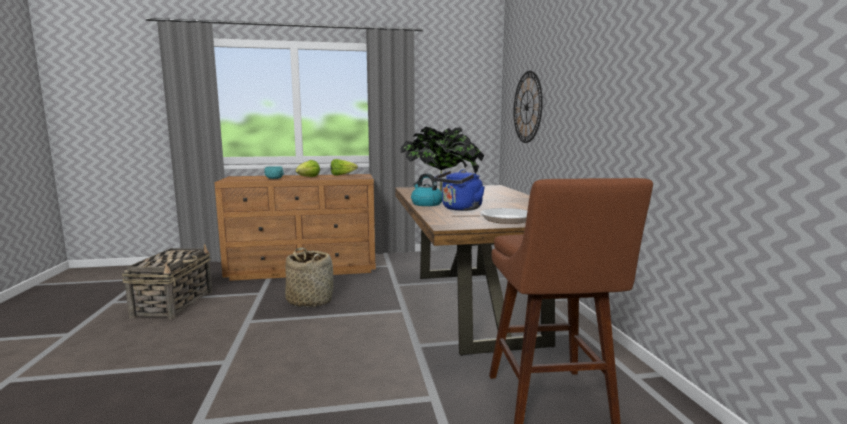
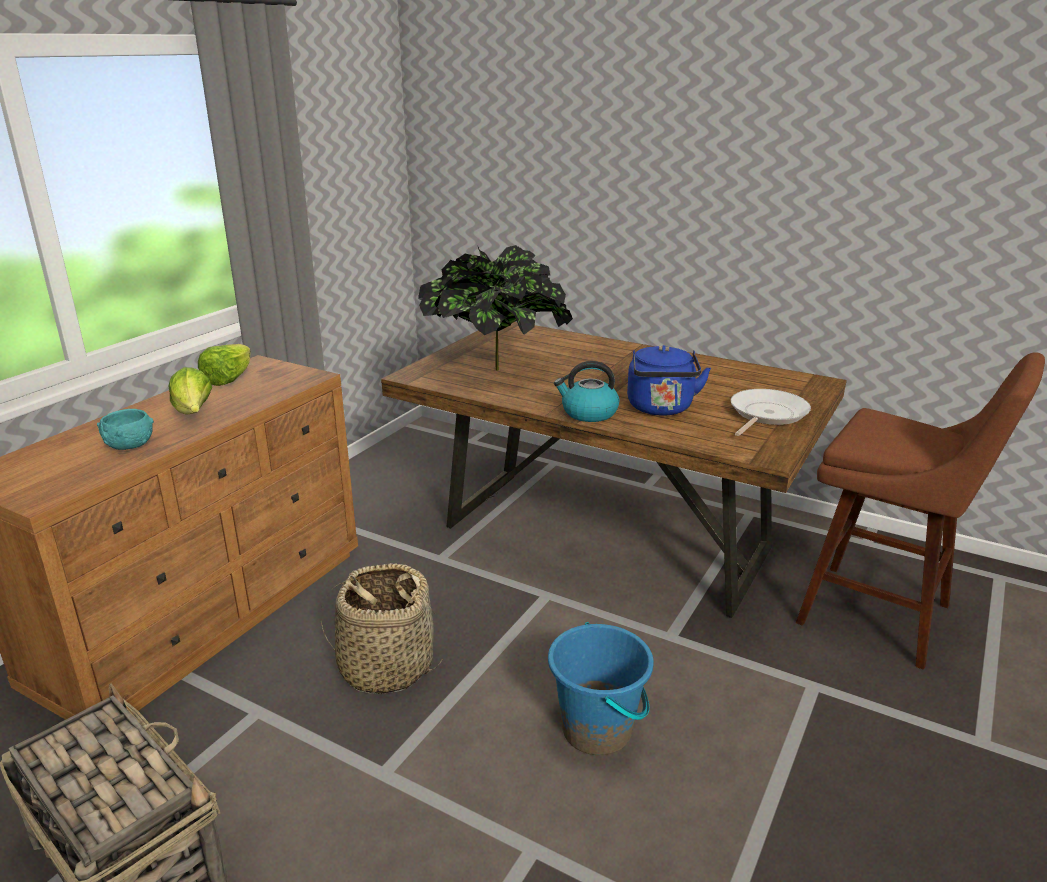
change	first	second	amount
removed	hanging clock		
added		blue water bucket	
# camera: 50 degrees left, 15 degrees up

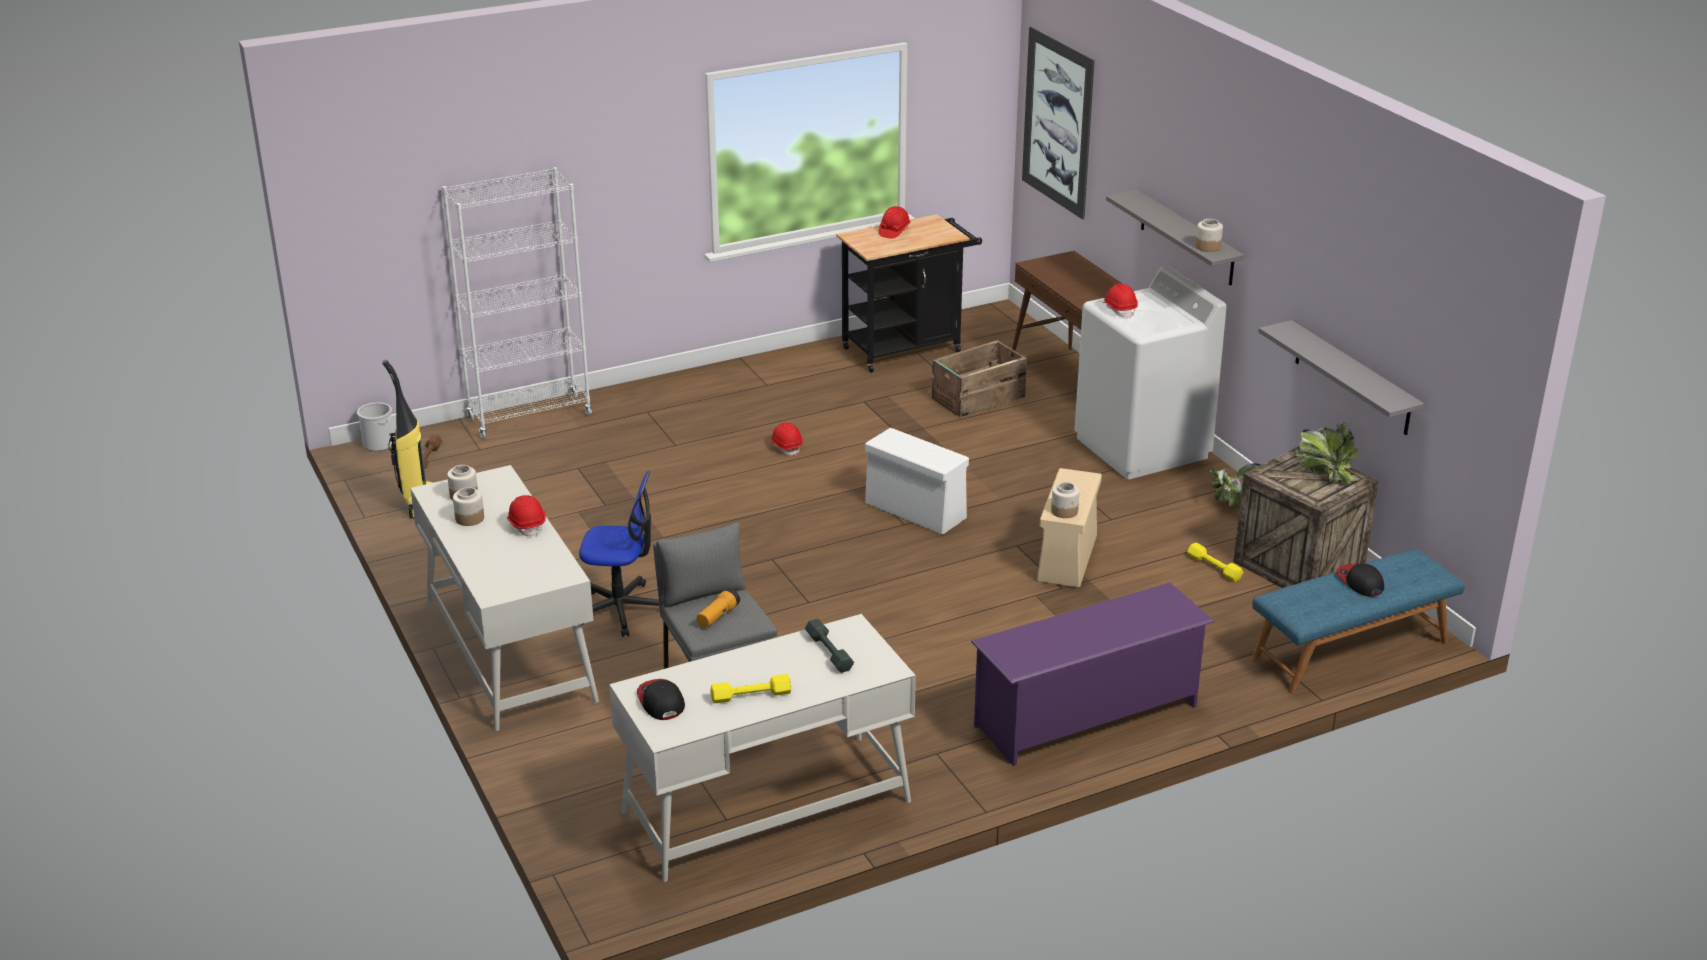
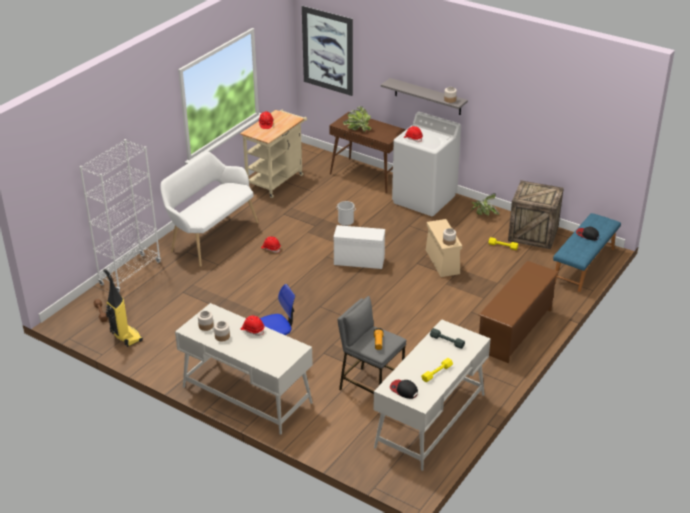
change	first	second	amount
recoloured	blackish trolley	sand-coloured trolley	
removed	greyish wall shelf (2nd from left)		
removed	packing crate (1st from left)		
moved	water bucket		
moved	plant in a pot (2nd from left in the first image)	plant in a pot (1st from left)	
recoloured	purple-coloured shoe shelf	brownish shoe shelf	
added		white long seat	
# camera: 30 degrees left, 5 degrees up

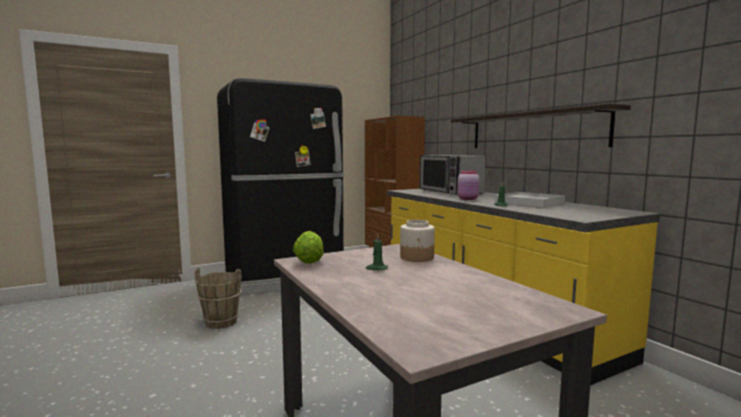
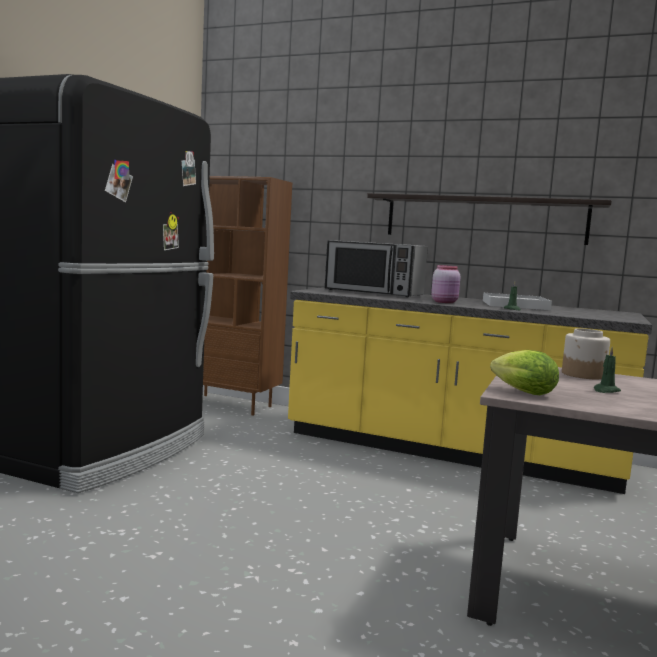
change	first	second	amount
removed	brownish water bucket		
# camera: 40 degrees left, 0 degrees up

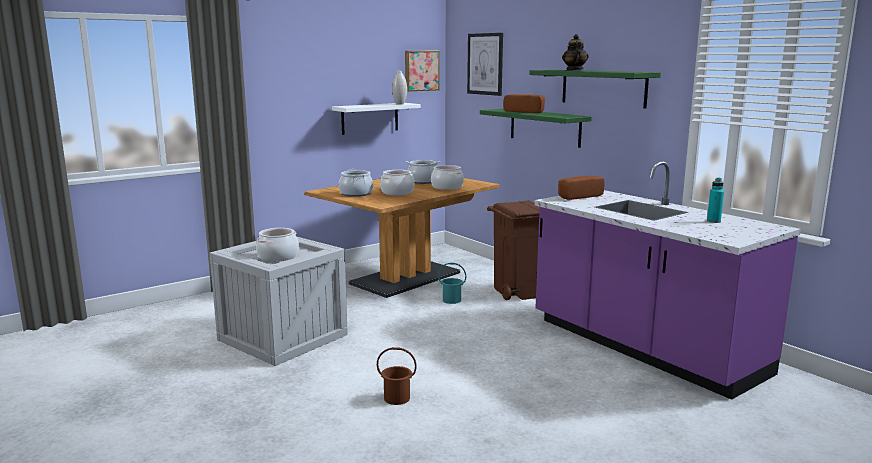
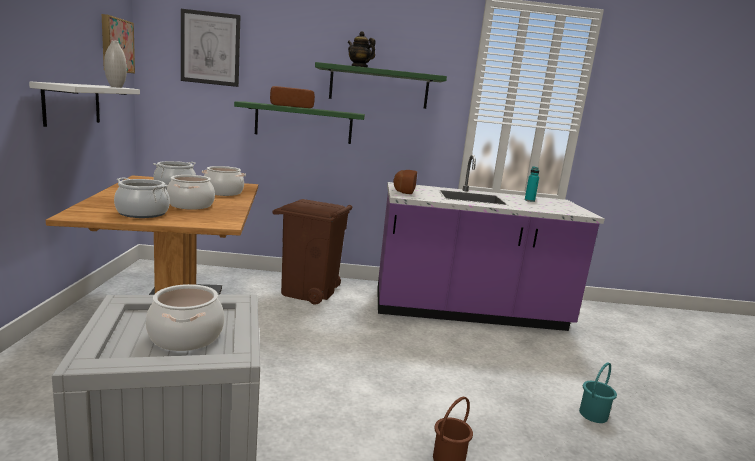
change	first	second	amount
moved	turquoise water bucket		
# camera: 55 degrees left, 0 degrees up

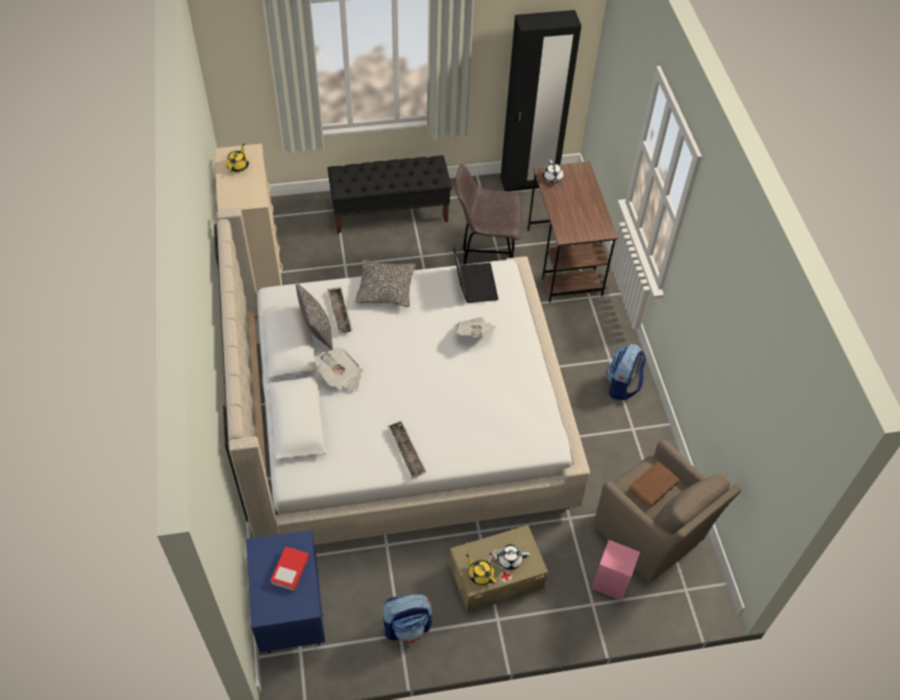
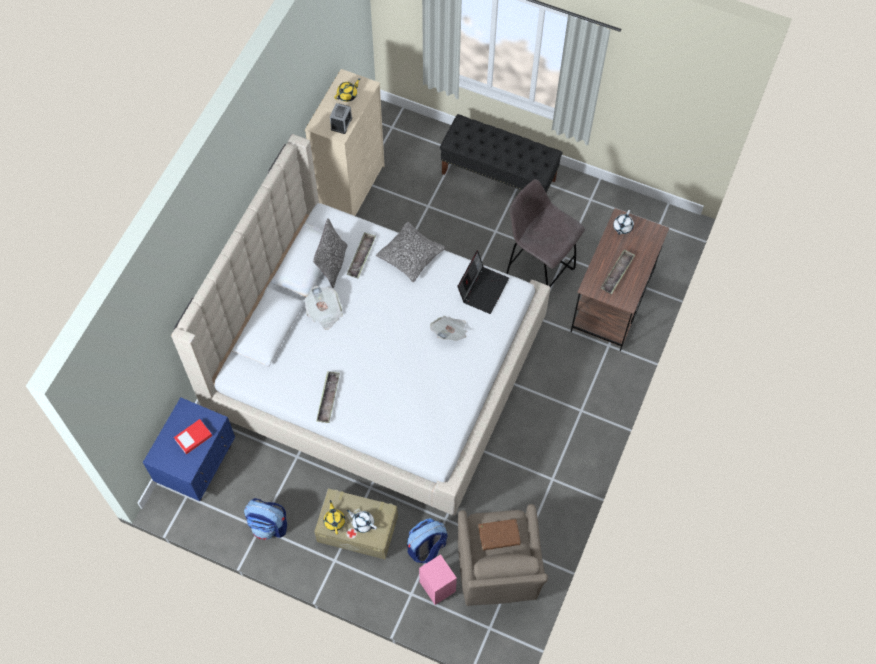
change	first	second	amount
removed	blackish armoire		
moved	rucksack (2nd from left)		
added		bedside clock	
added		tray (3rd from left)	
# camera: 35 degrees right, 10 degrees up

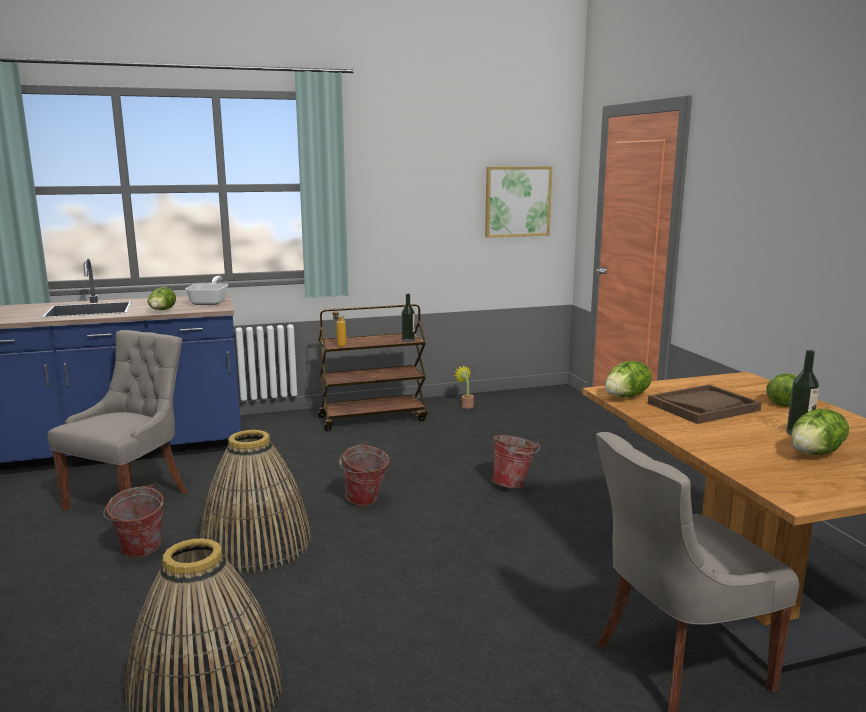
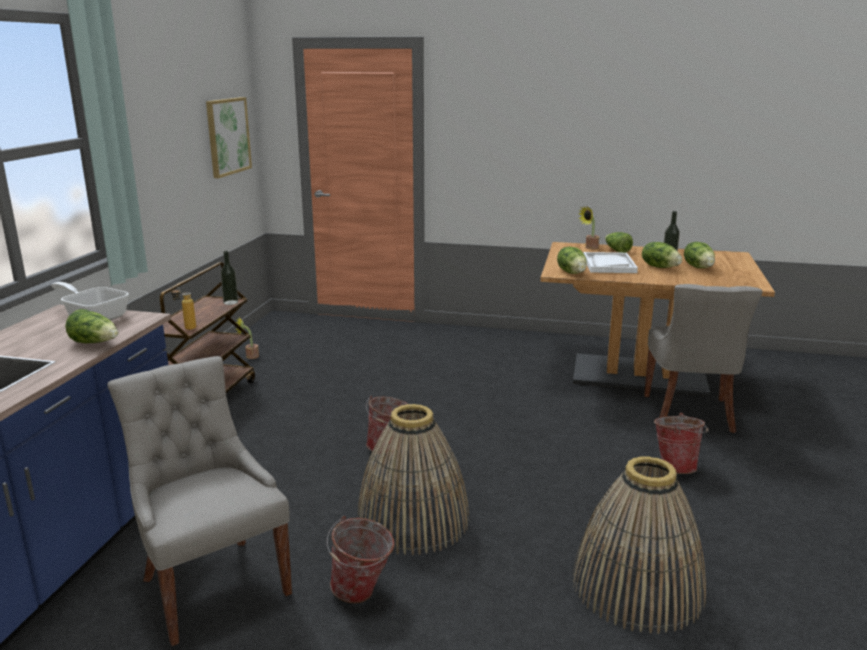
change	first	second	amount
recoloured	brownish tray	white tray	
moved	water bucket (3rd from left)		
added		plant in a pot (2nd from left)	
added		lettuce head (4th from left)	
# camera: 60 degrees left, 5 degrees up

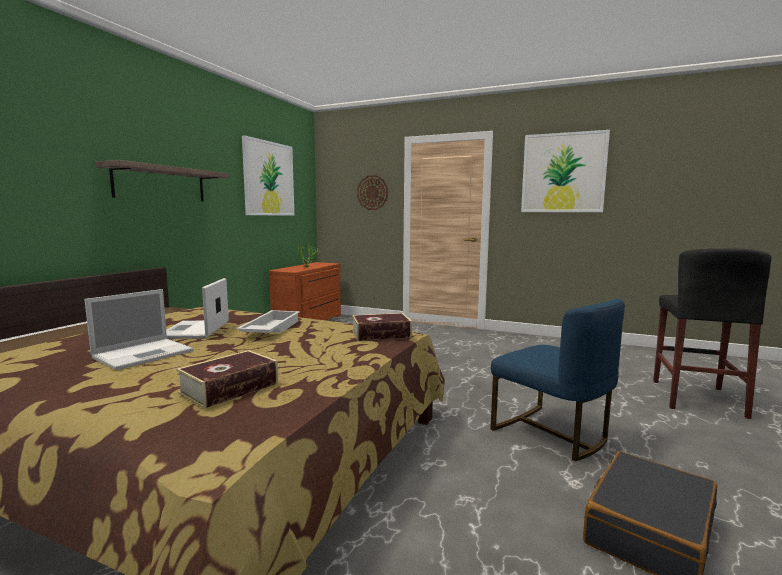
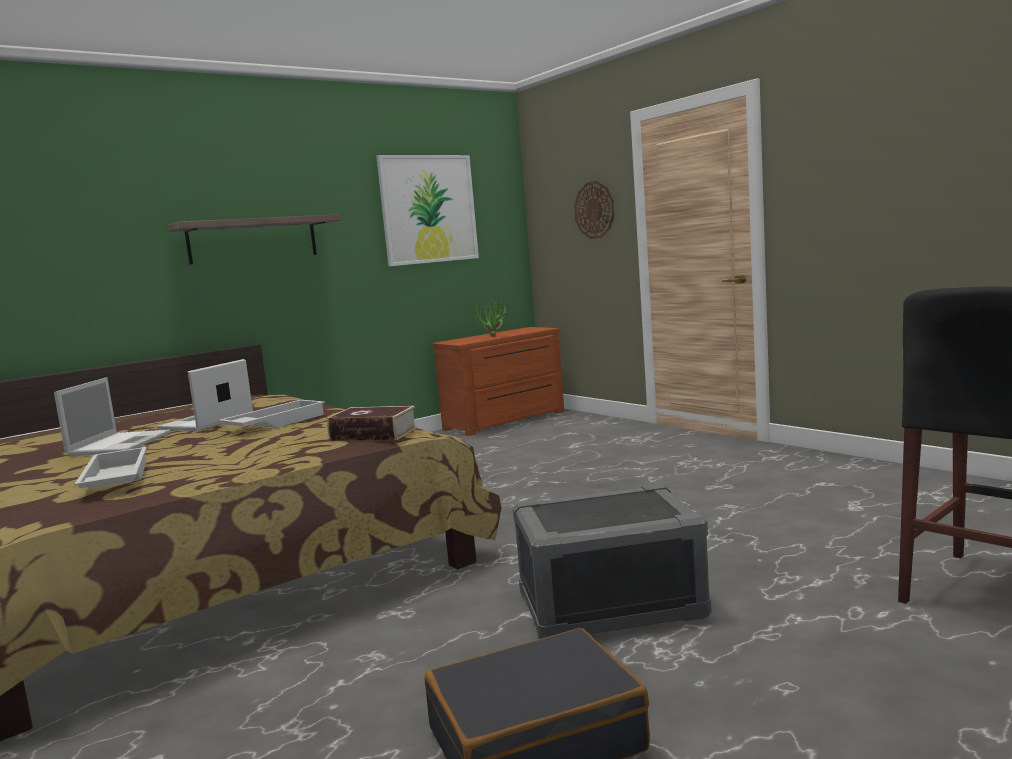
change	first	second	amount
removed	wall art (2nd from left)		
turned	laptop (1st from left)		60 degrees counterclockwise
replaced	blue chair	greyish storage bin	
replaced	bound book (1st from left)	white tray (1st from left)	
# camera: 30 degrees right, 0 degrees up

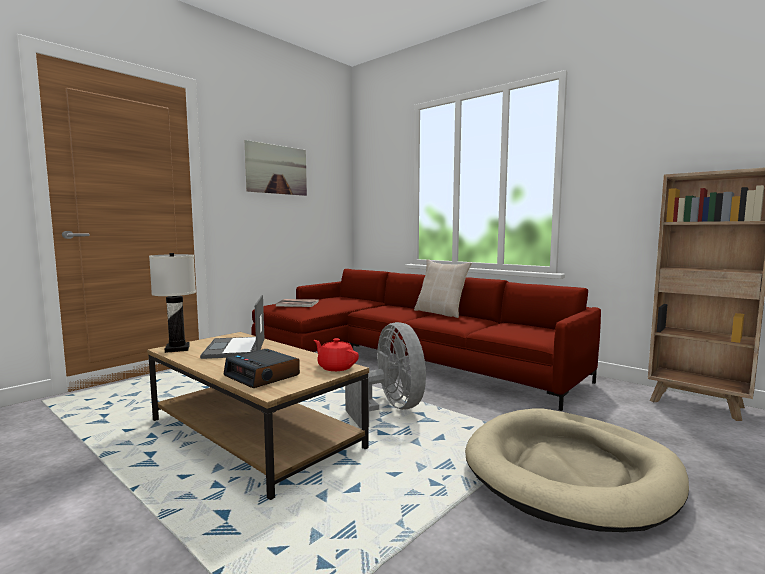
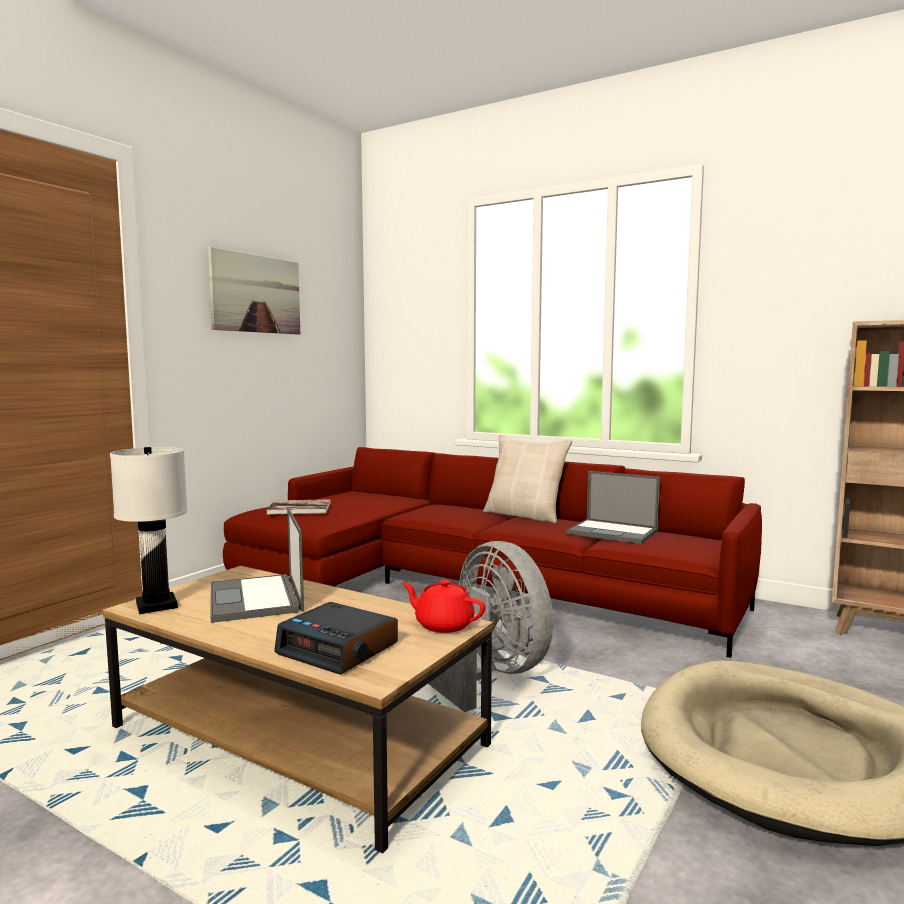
change	first	second	amount
added		laptop (2nd from left)	
# camera: 10 degrees left, 0 degrees up

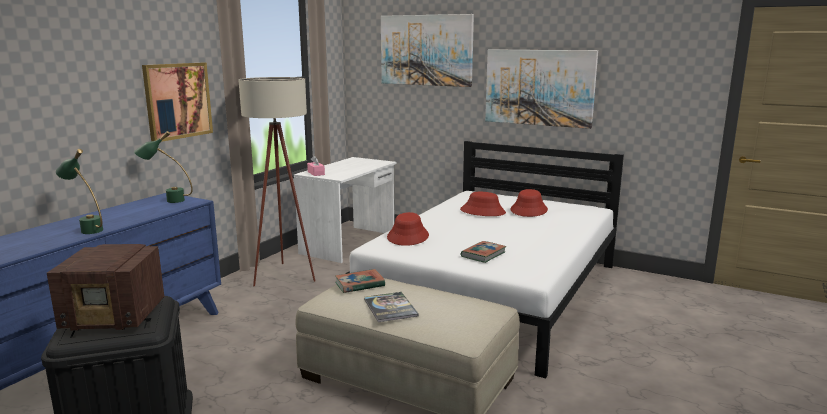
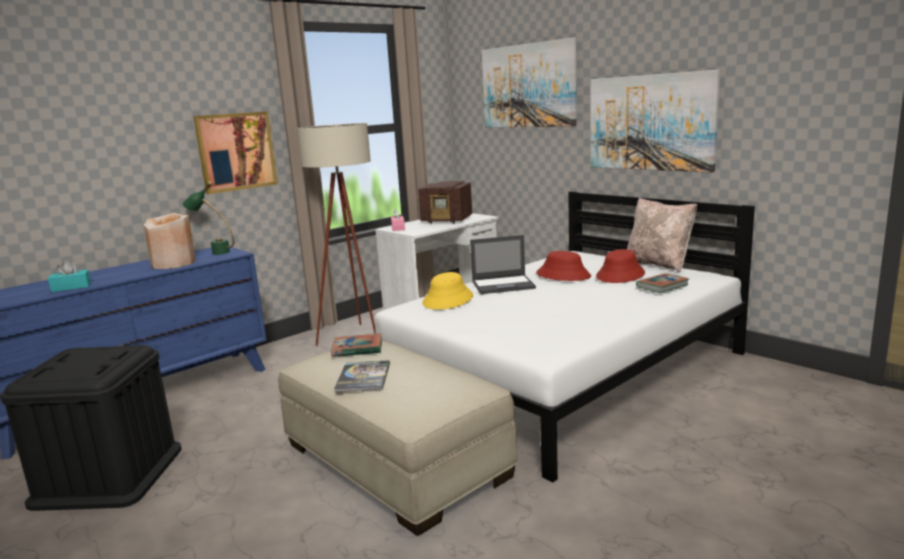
change	first	second	amount
removed	green table lamp (1st from left)		
recoloured	red hat (1st from left)	yellow hat	
moved	bound book (3rd from left)		
moved	radio set		
added		sand-coloured cushion	
added		sand-coloured vase	
added		laptop	
added		turquoise tissue box	
# camera: 20 degrees right, 0 degrees up

